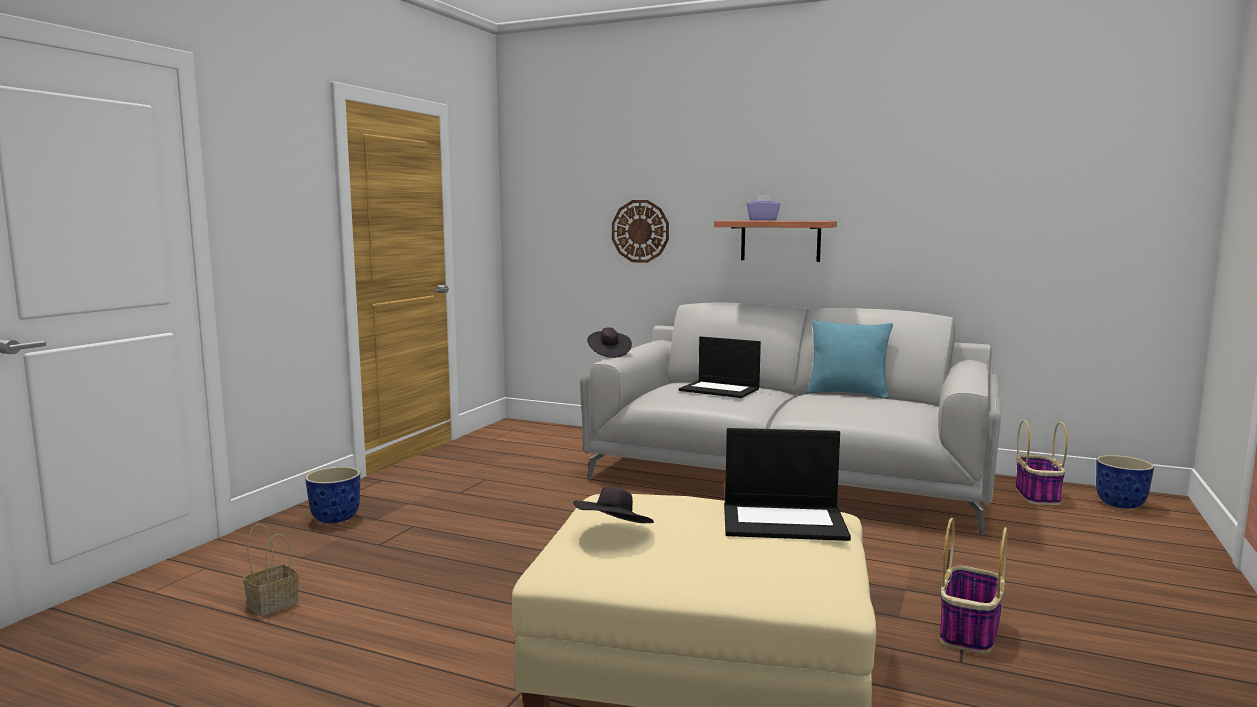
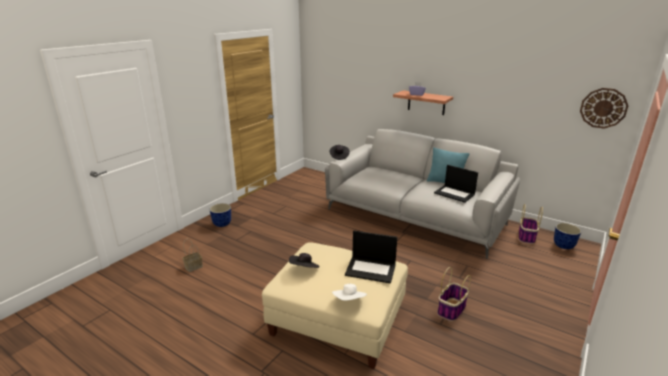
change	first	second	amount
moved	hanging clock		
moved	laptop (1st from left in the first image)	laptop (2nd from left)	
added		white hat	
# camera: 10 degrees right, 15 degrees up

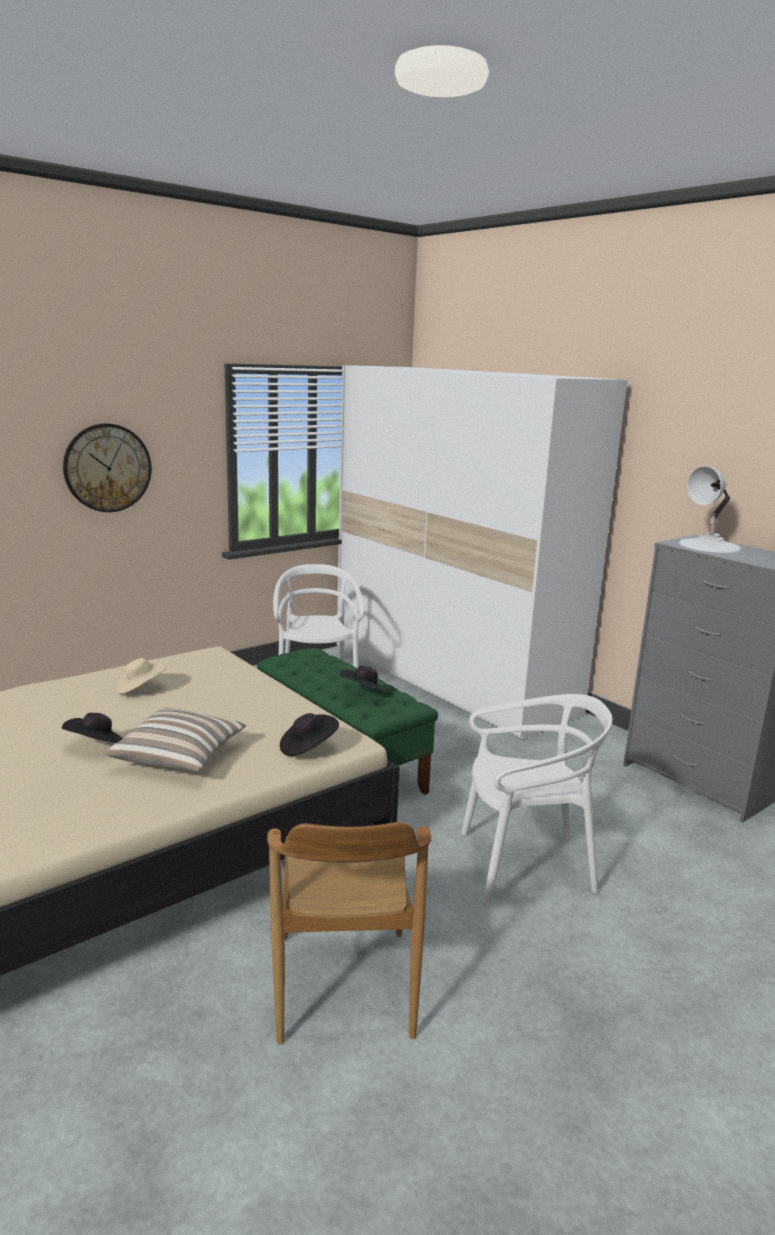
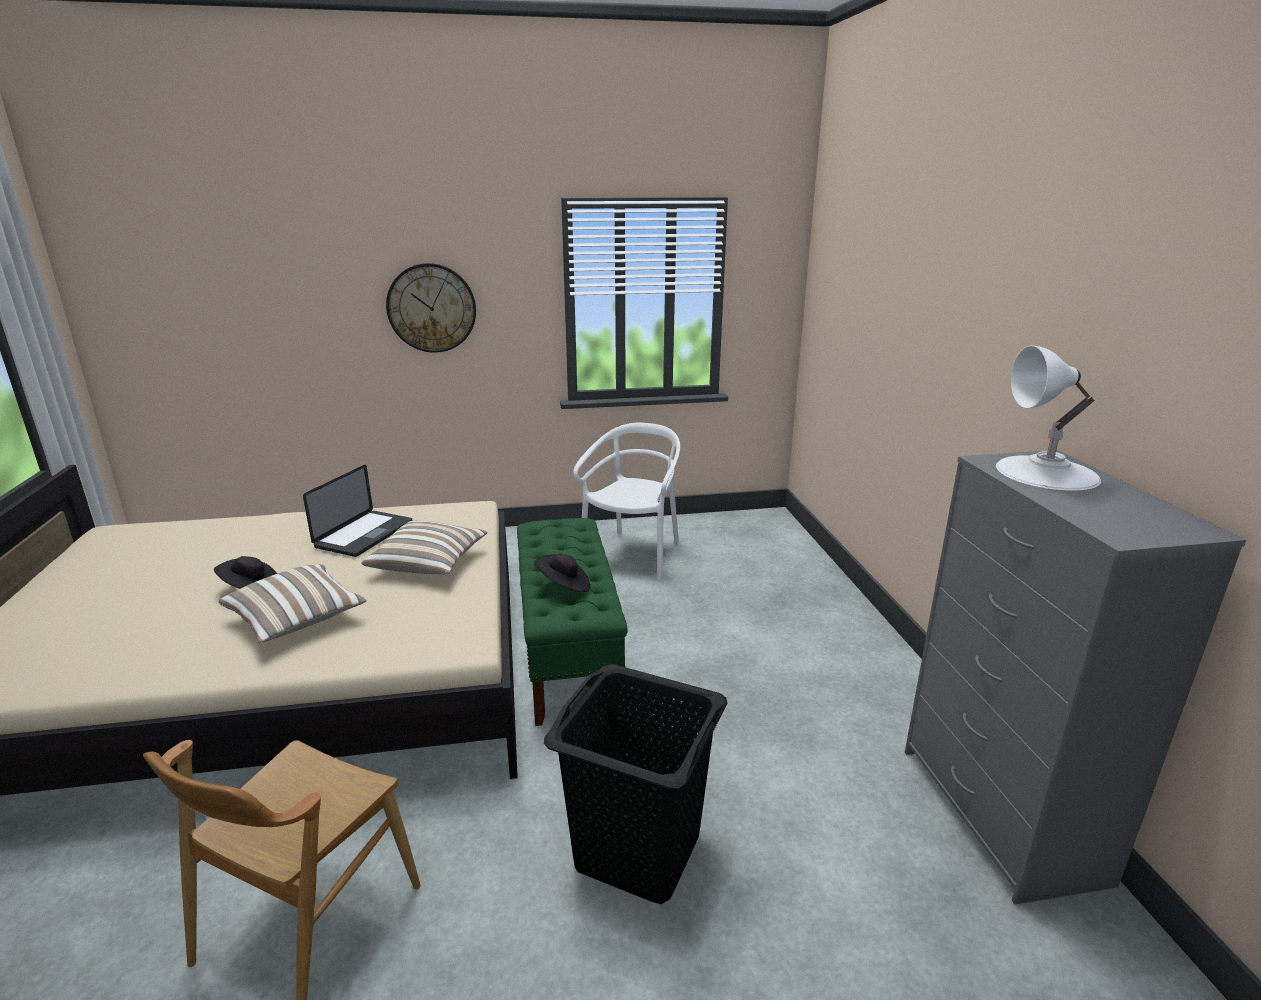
change	first	second	amount
removed	white armoire		
replaced	sand-coloured hat	laptop	
replaced	white chair (2nd from left)	blackish hamper	
removed	blackish hat (2nd from left)		
added		cushion (2nd from left)	
# camera: 30 degrees right, 5 degrees up

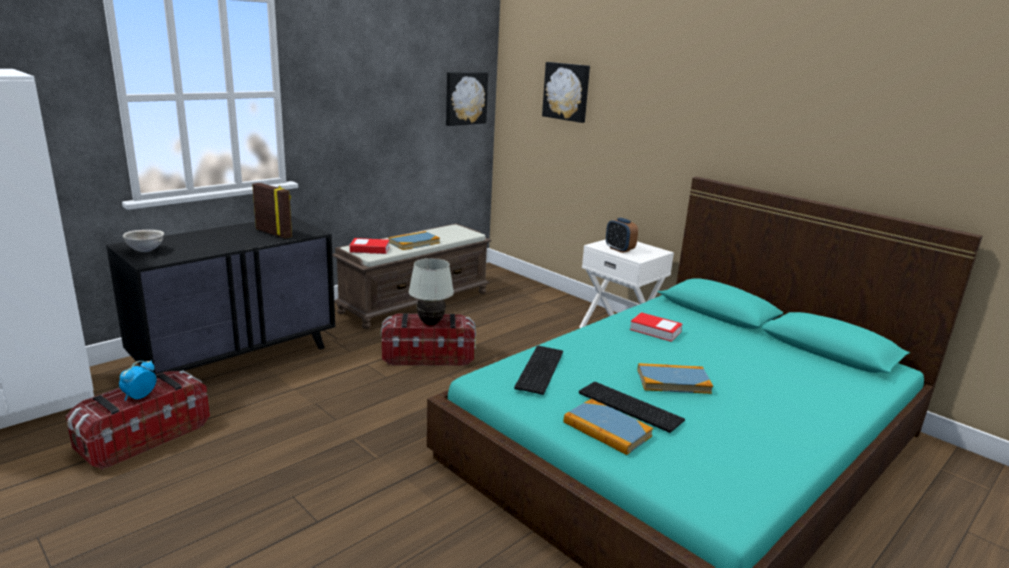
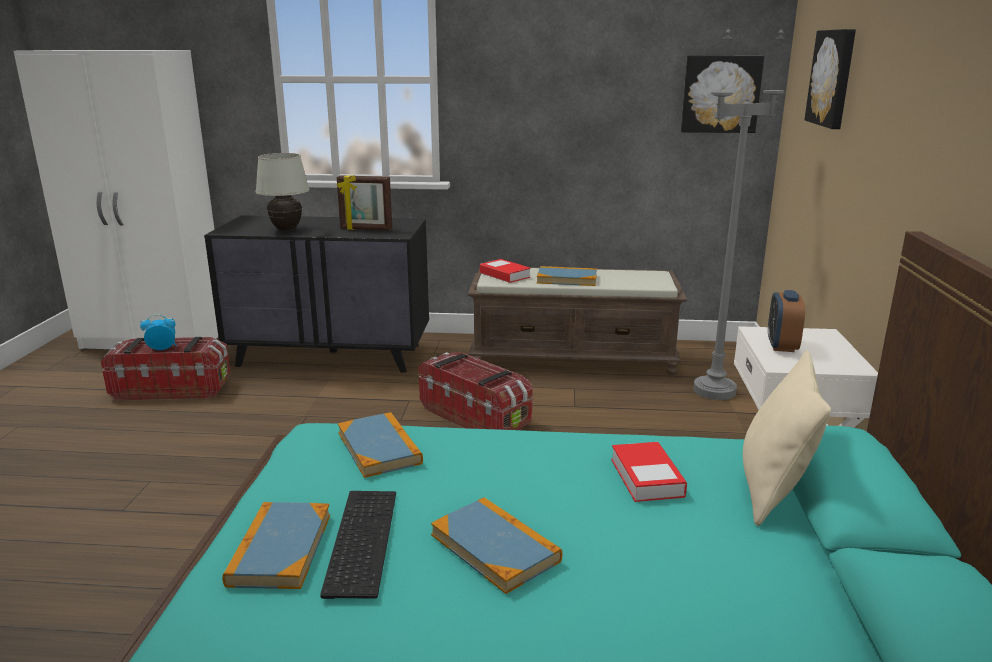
change	first	second	amount
turned	photo frame		105 degrees clockwise
removed	greyish bowl		
moved	white table lamp		
replaced	keyboard (1st from left)	bound book (2nd from left)	
added		greyish standard lamp	
added		sand-coloured cushion	
# camera: 50 degrees right, 0 degrees up

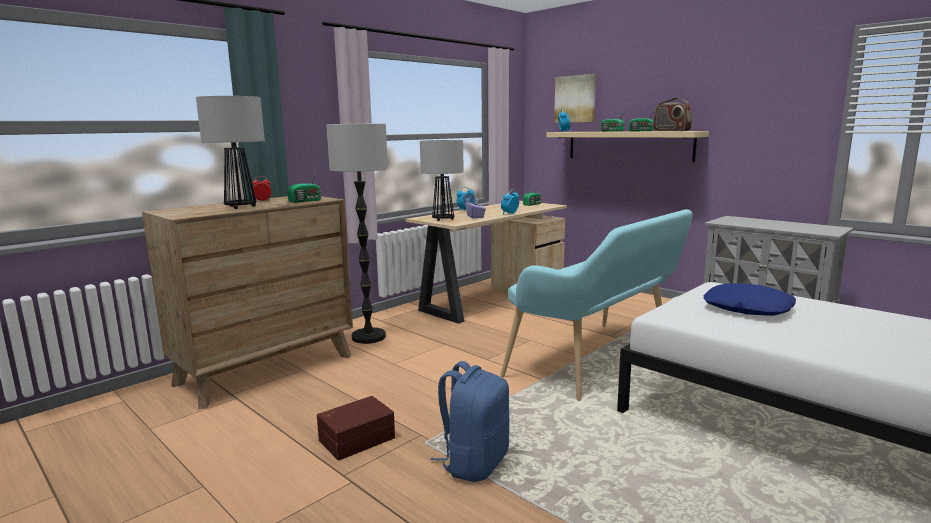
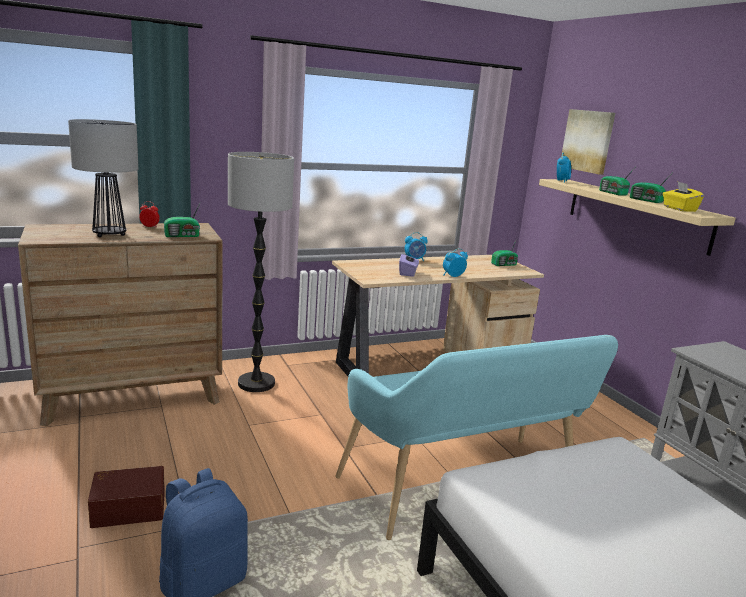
change	first	second	amount
replaced	radio set (5th from left)	yellow tissue box	
removed	table lamp (2nd from left)		
removed	blue cushion		
# camera: 20 degrees right, 5 degrees up

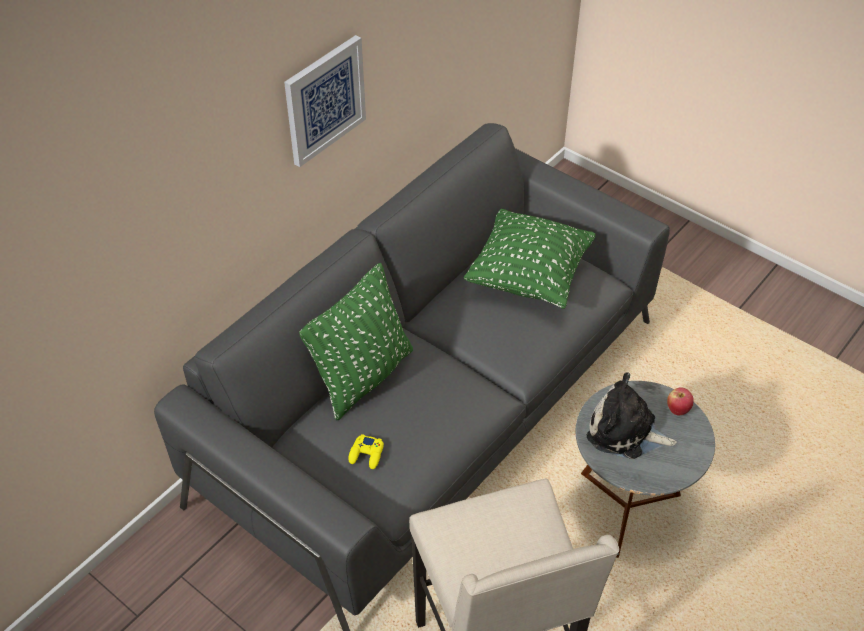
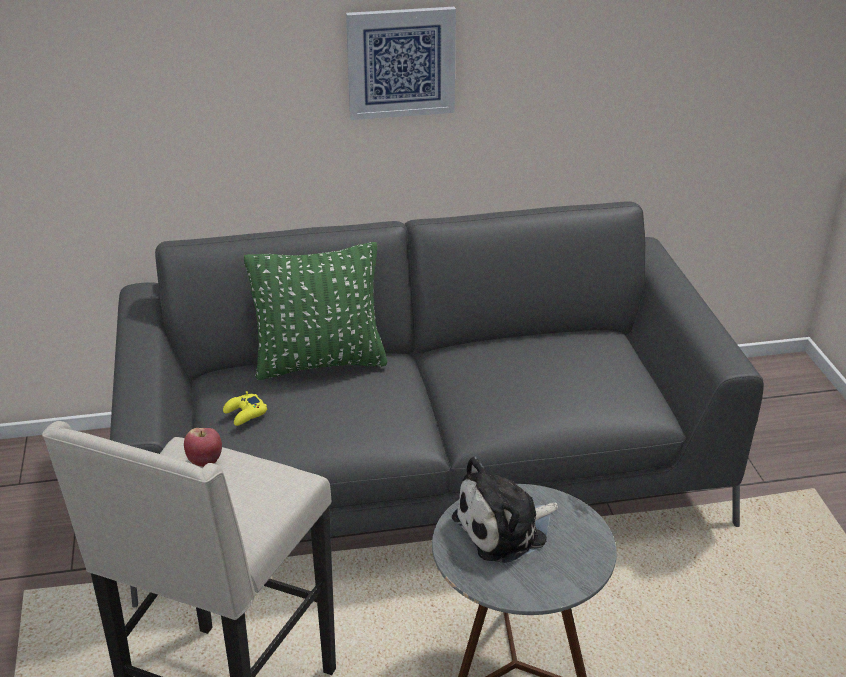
change	first	second	amount
removed	green cushion (2nd from left)		
turned	soft toy		90 degrees counterclockwise
moved	apple fruit		
# camera: 40 degrees right, 15 degrees down

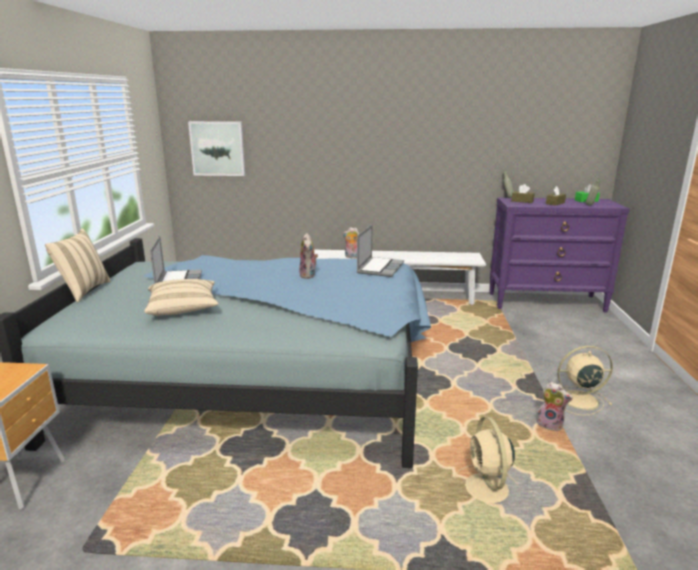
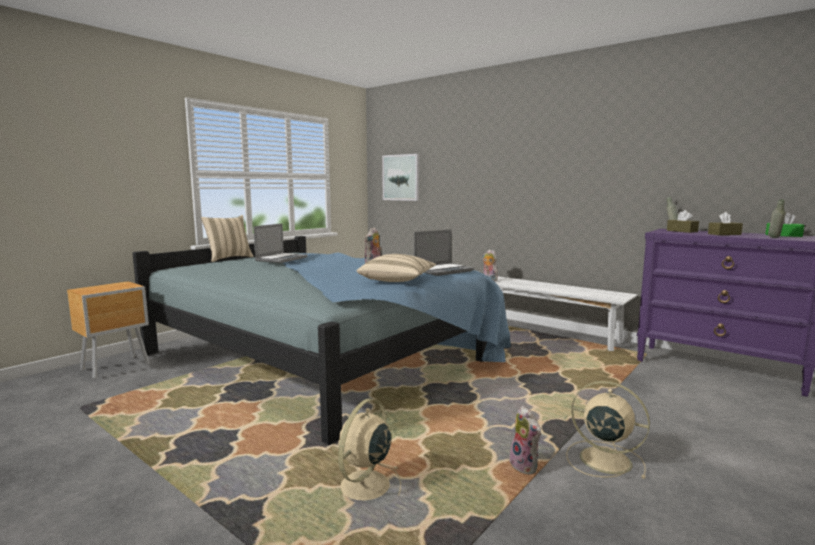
change	first	second	amount
moved	sand-coloured cushion (2nd from left)		
# camera: 35 degrees right, 10 degrees down

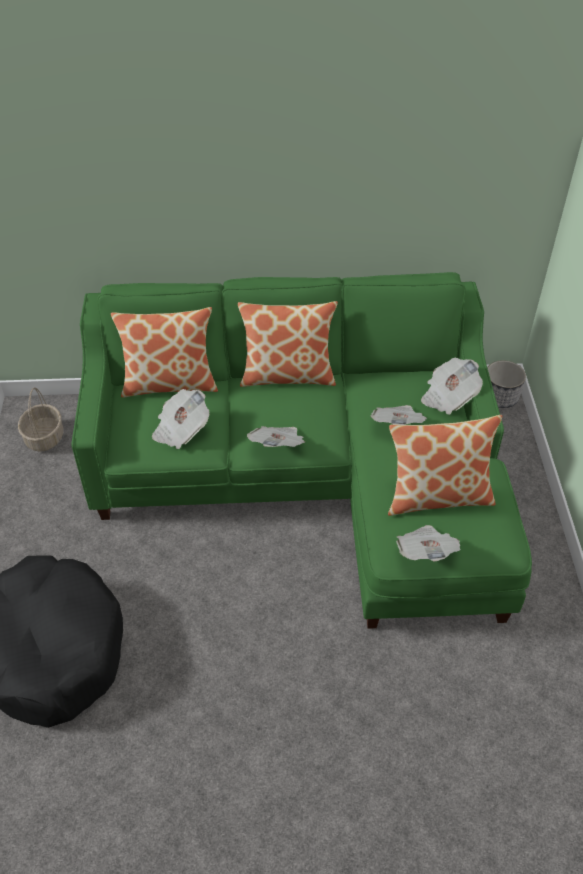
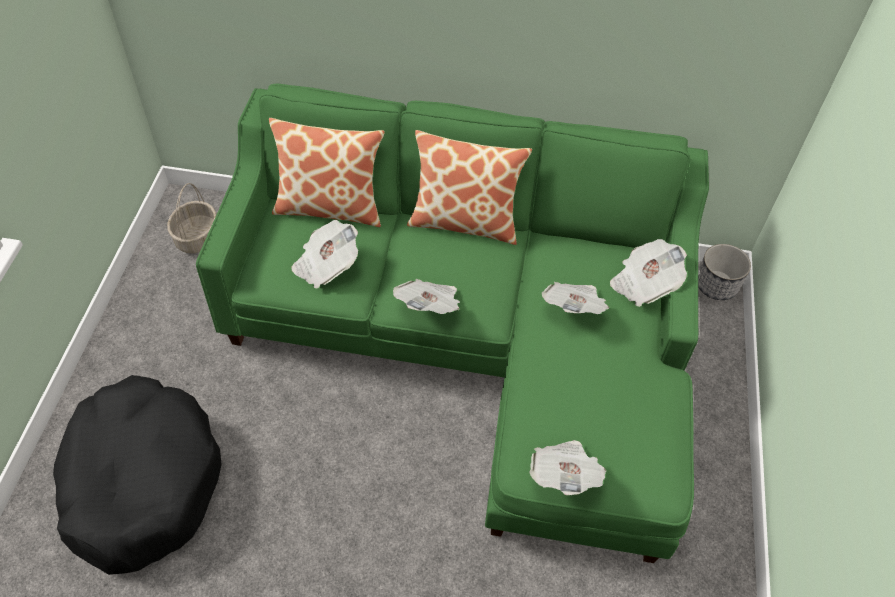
change	first	second	amount
removed	cushion (3rd from left)		
# camera: 10 degrees right, 5 degrees up

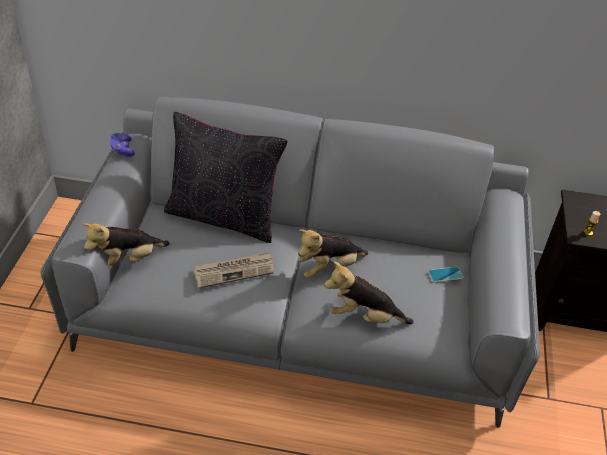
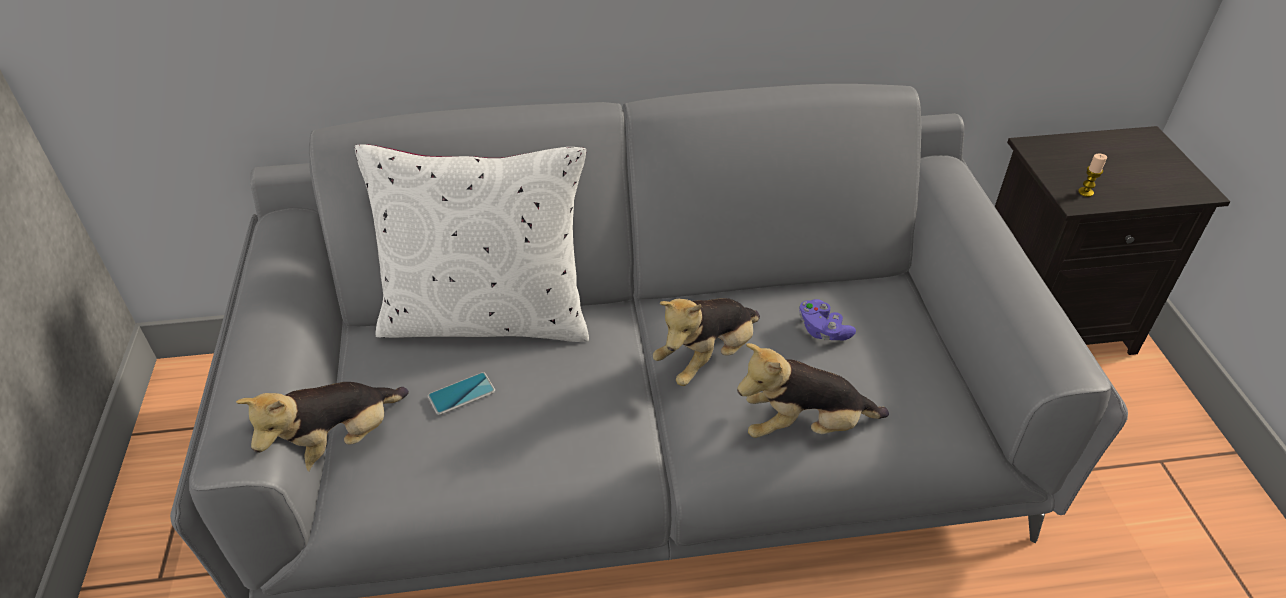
change	first	second	amount
recoloured	blackish cushion	white cushion	
moved	purple-coloured gamepad		
removed	newspaper		
moved	handset		
# camera: 15 degrees left, 0 degrees up

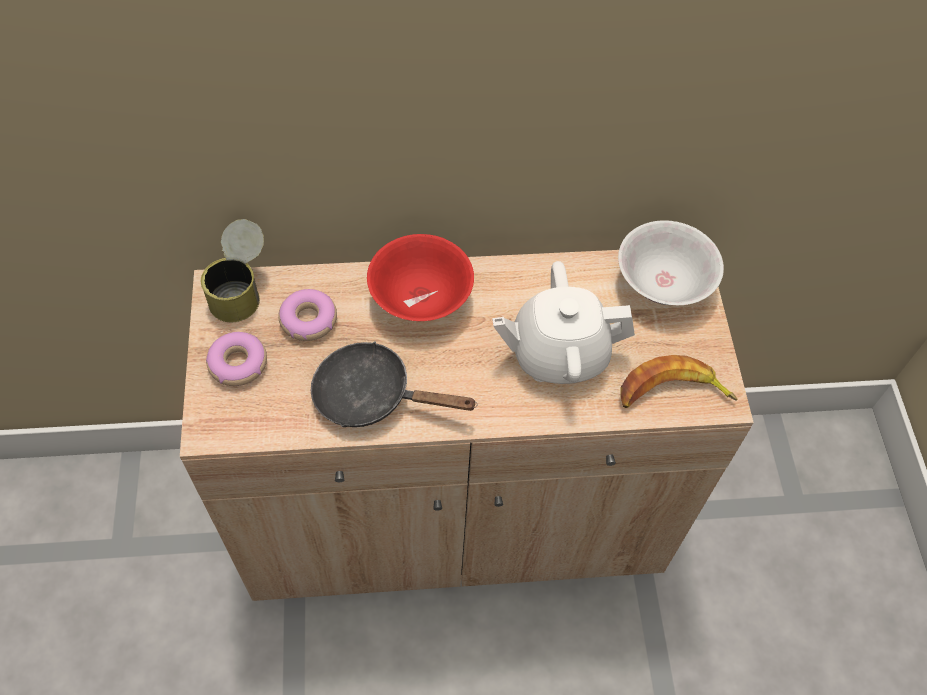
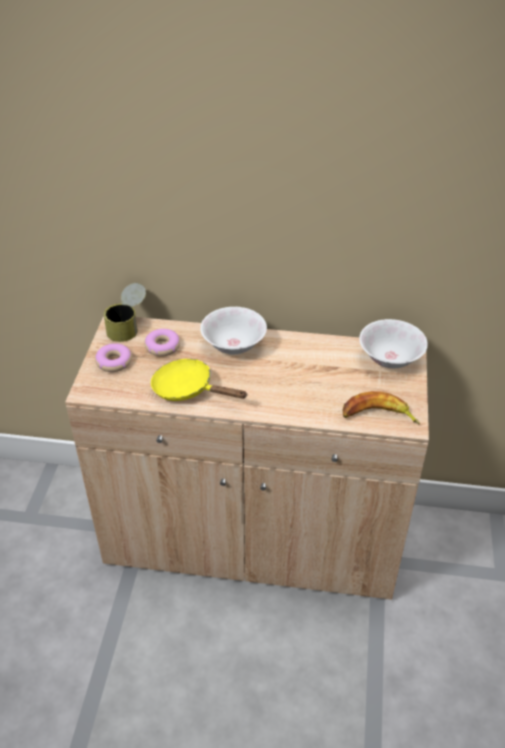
change	first	second	amount
recoloured	red bowl	white bowl (1st from left)	
removed	white teapot		
recoloured	blackish frying pan	yellow frying pan	
# camera: 15 degrees right, 15 degrees down

